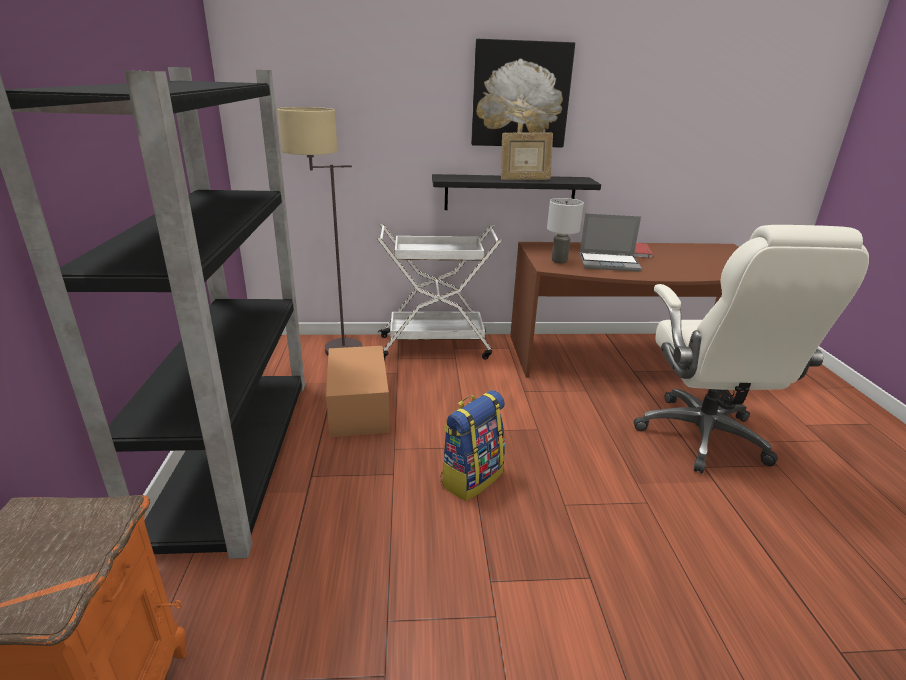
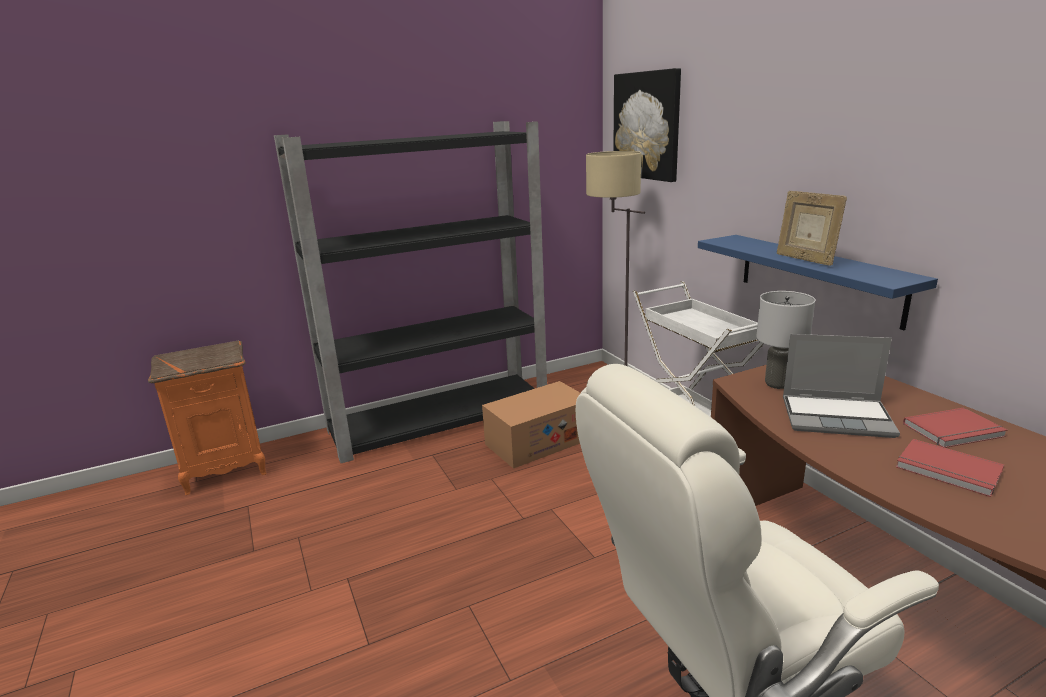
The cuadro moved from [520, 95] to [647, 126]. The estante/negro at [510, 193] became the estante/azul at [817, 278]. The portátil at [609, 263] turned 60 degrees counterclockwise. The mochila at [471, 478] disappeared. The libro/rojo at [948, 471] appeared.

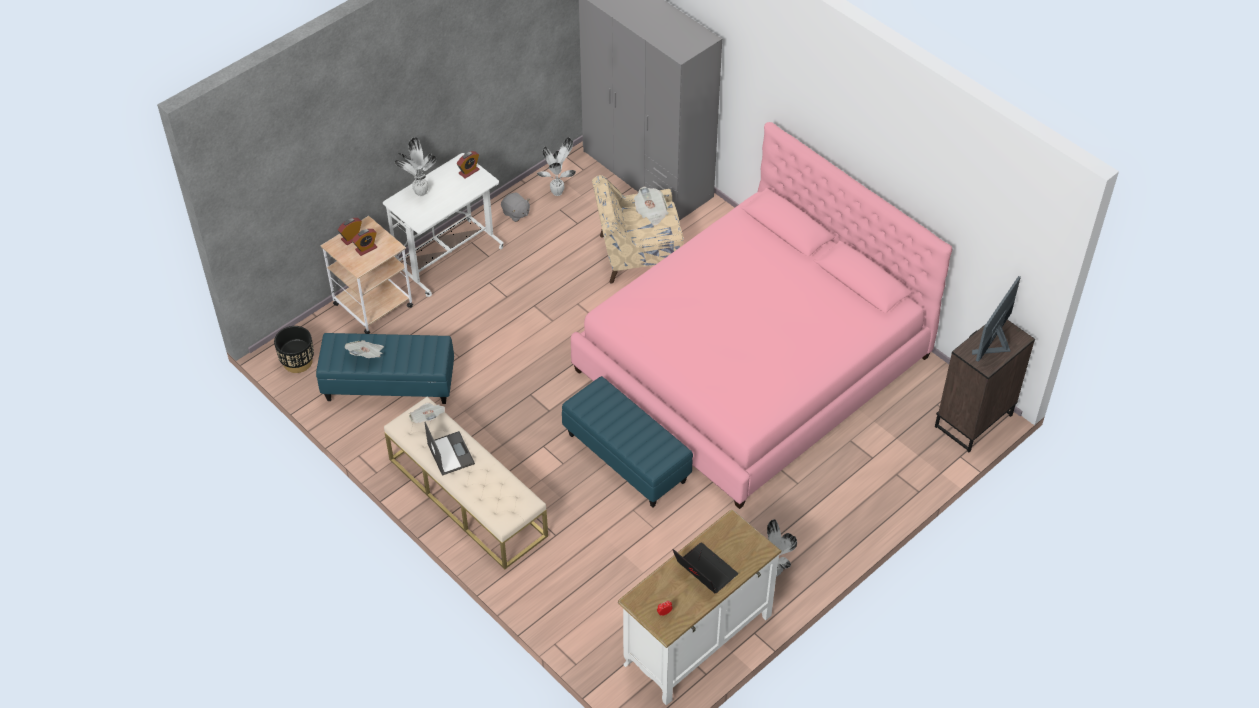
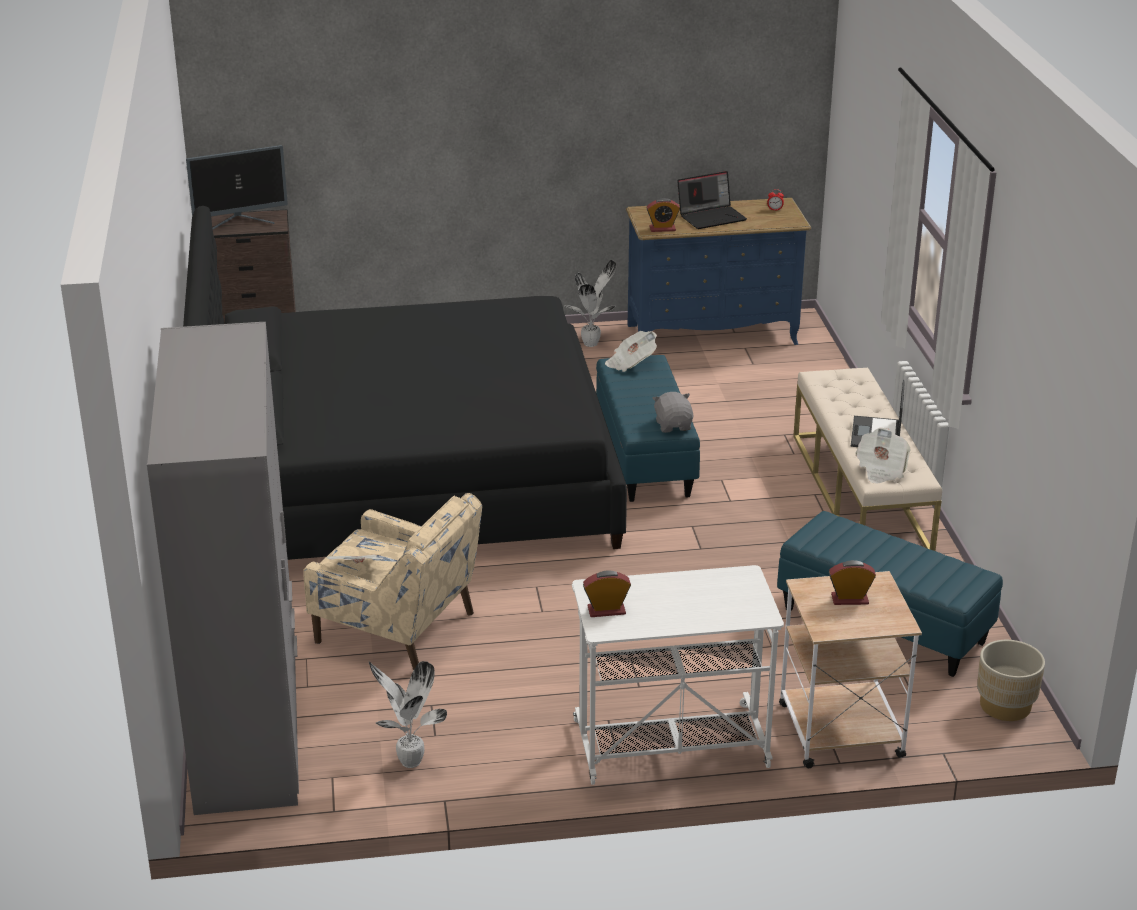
The cama/rosa at [752, 363] became the cama/negro at [405, 475]. The planta en maceta at [420, 193] disappeared. The peluche/gris moved from [516, 213] to [673, 425]. The despertador moved from [352, 238] to [662, 229]. The maceta/negro at [297, 362] became the maceta/beis at [1005, 706]. The periódico moved from [366, 355] to [631, 363]. The cómoda/blanco at [696, 638] became the cómoda/azul at [712, 335]. The portátil at [703, 571] turned 105 degrees counterclockwise.

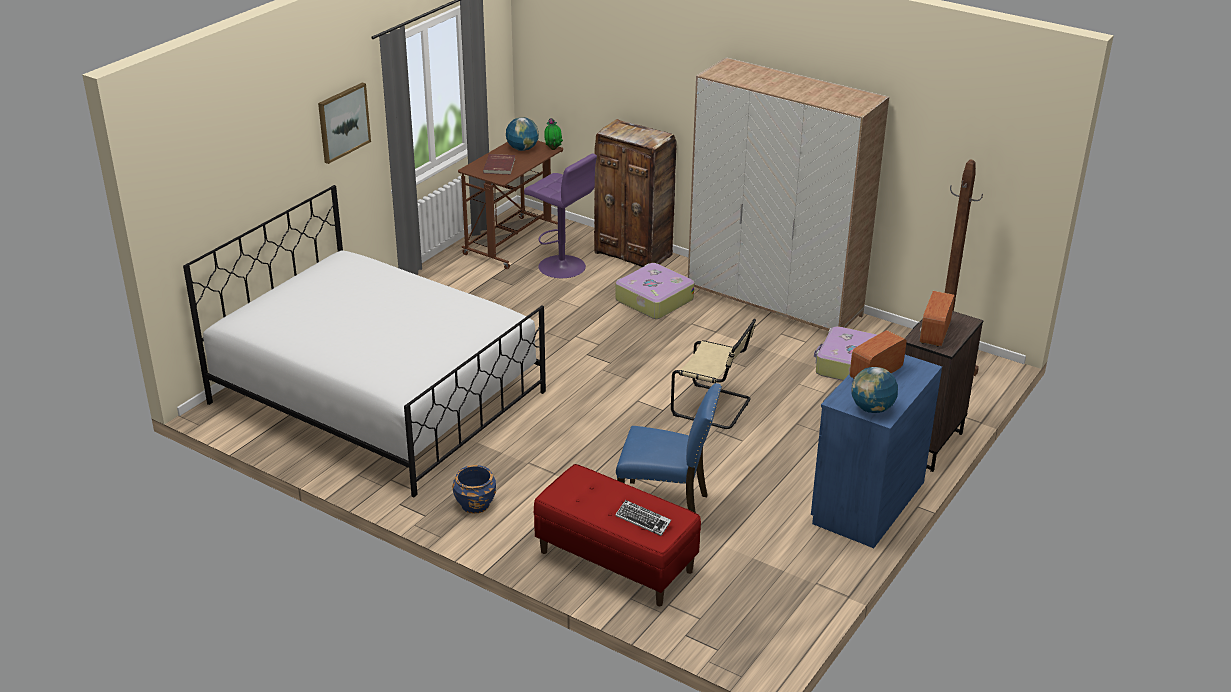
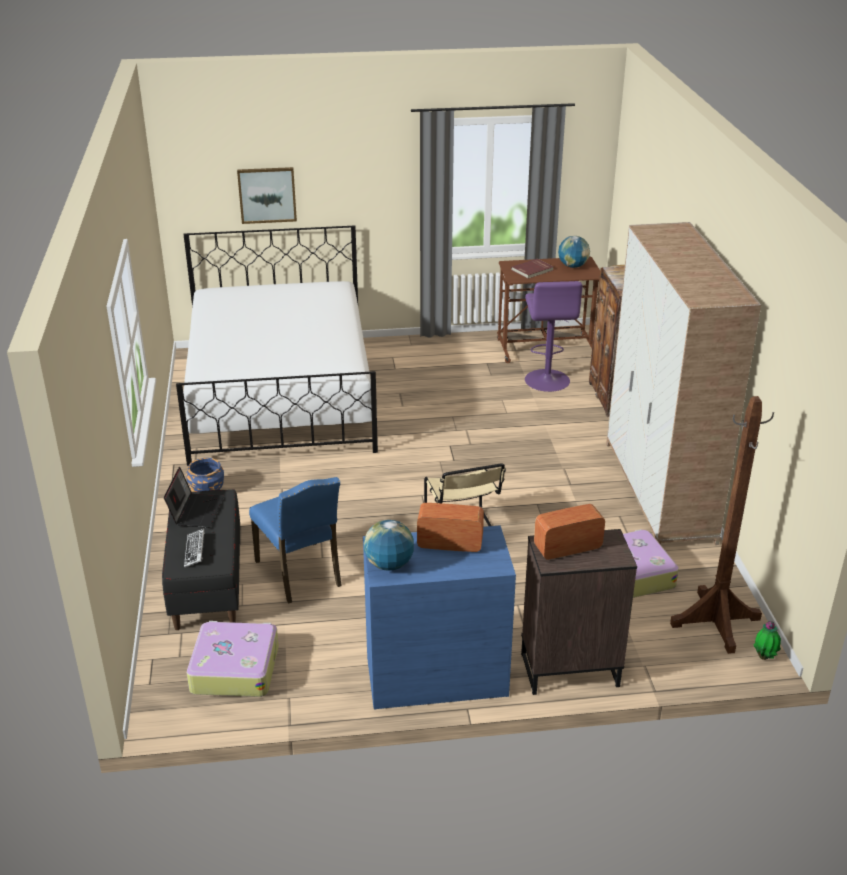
The cuadro moved from [343, 122] to [267, 195]. The planta en maceta moved from [553, 148] to [764, 657]. The maleta moved from [653, 300] to [234, 668]. The banco/rojo at [615, 562] became the banco/negro at [207, 583]. The portátil at [196, 510] appeared.

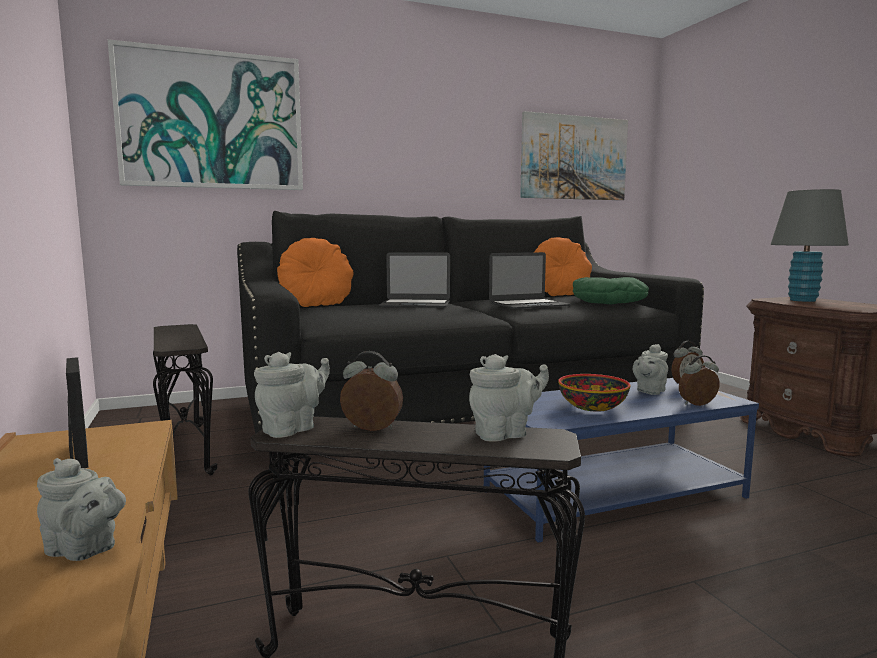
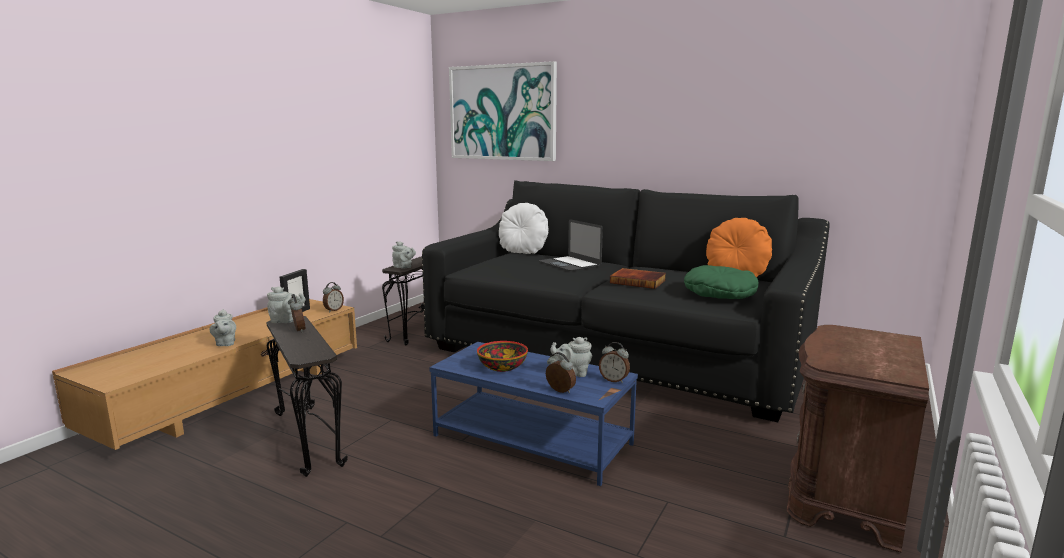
The cuadro at [574, 158] disappeared. The lámpara de mesa/gris at [802, 300] disappeared. The cojín/naranja at [316, 305] became the cojín/blanco at [523, 252]. The portátil at [529, 304] was replaced by the libro at [638, 281]. The tetera/gris moved from [505, 434] to [403, 267]. The despertador at [333, 310] appeared.

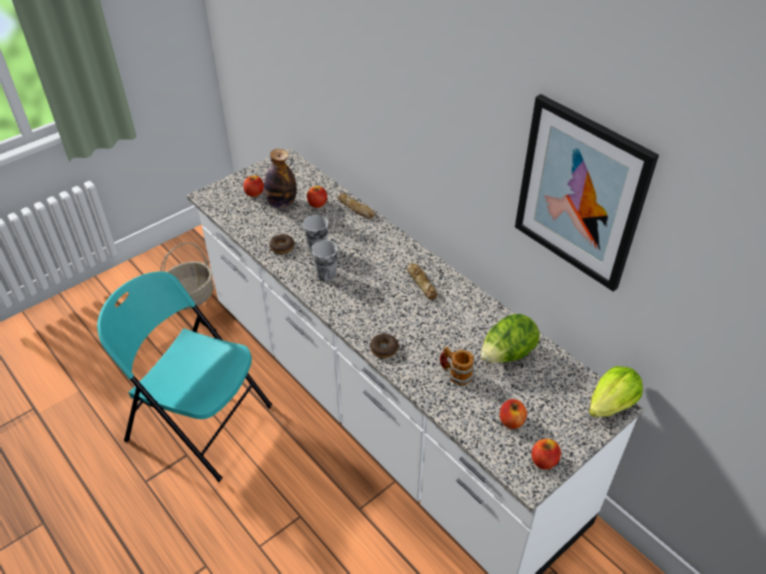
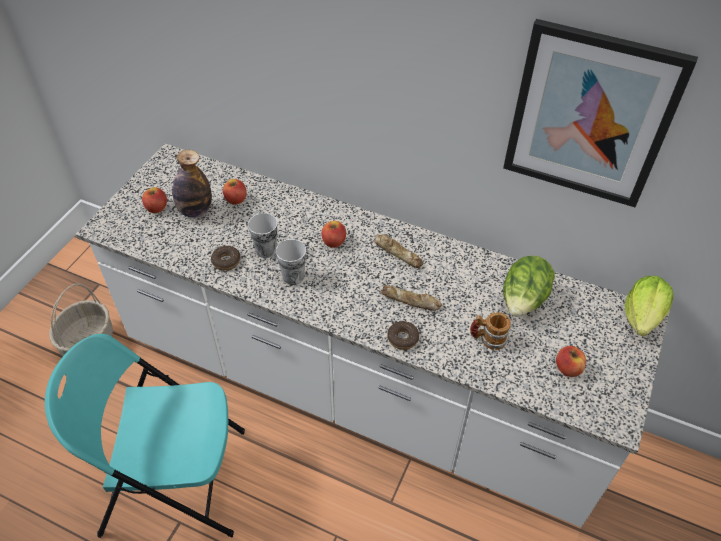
The pan moved from [355, 209] to [411, 301]. The manzana moved from [543, 461] to [334, 241].

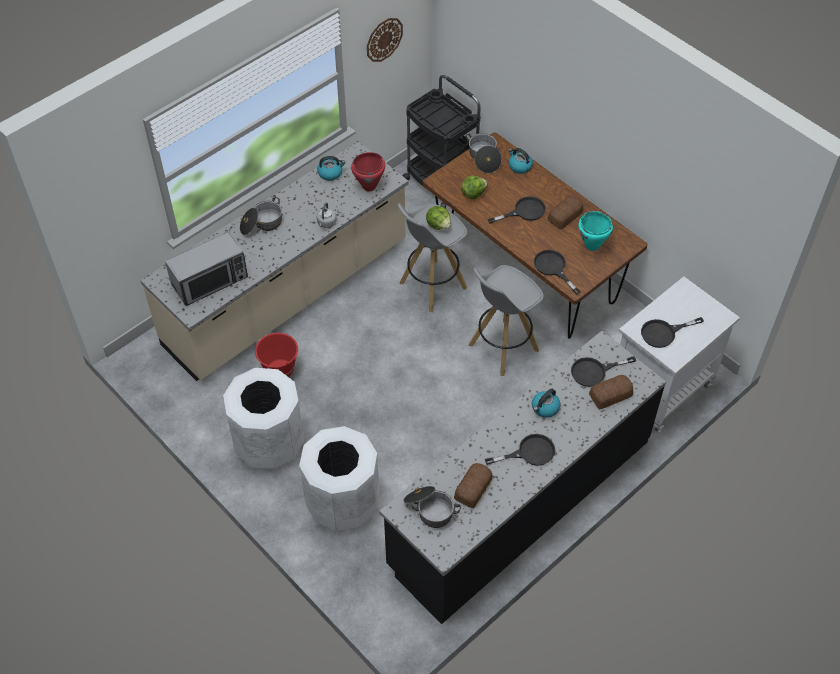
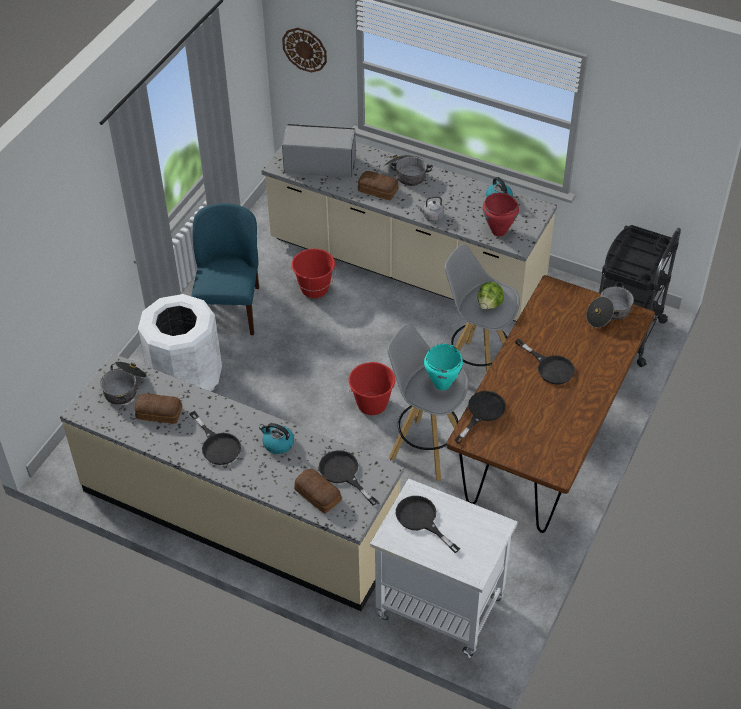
The reloj de pared moved from [384, 39] to [305, 49]. The hervidor at [519, 166] disappeared. The lechuga at [473, 193] disappeared. The pan moved from [566, 216] to [378, 191]. The olla/turquesa moved from [592, 246] to [441, 384]. The microondas at [210, 281] turned 150 degrees clockwise. The mueble bajo de cocina/negro at [520, 502] became the mueble bajo de cocina/beis at [239, 516]. The papelera/blanco at [269, 444] was replaced by the silla/azul at [230, 309]. The cubo/rojo at [372, 404] appeared.

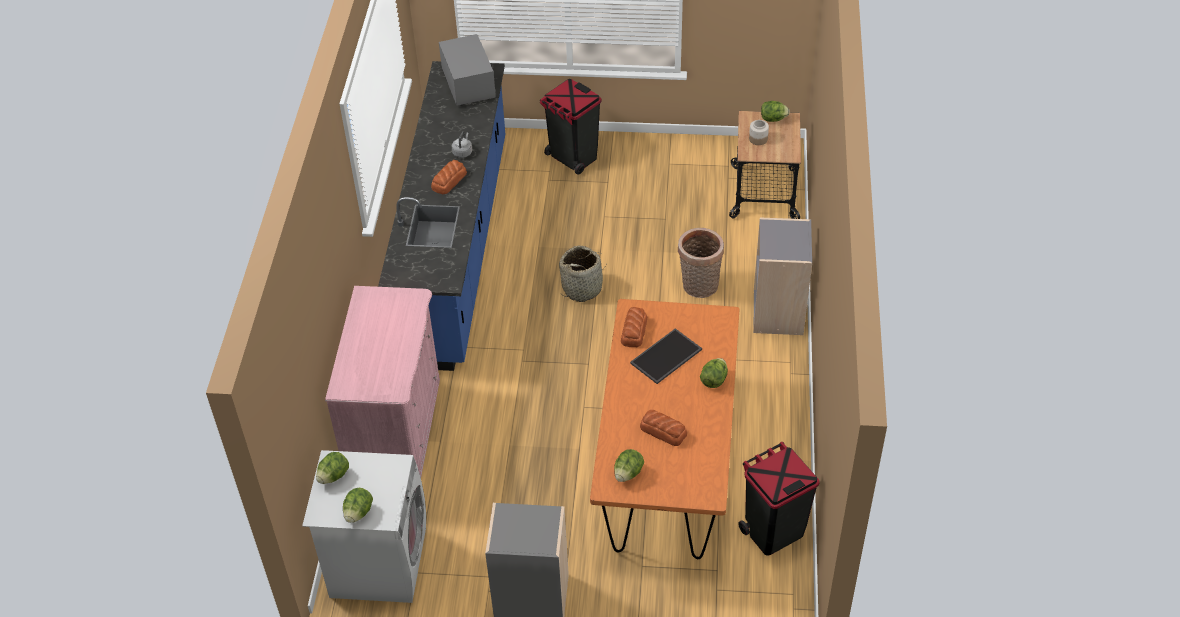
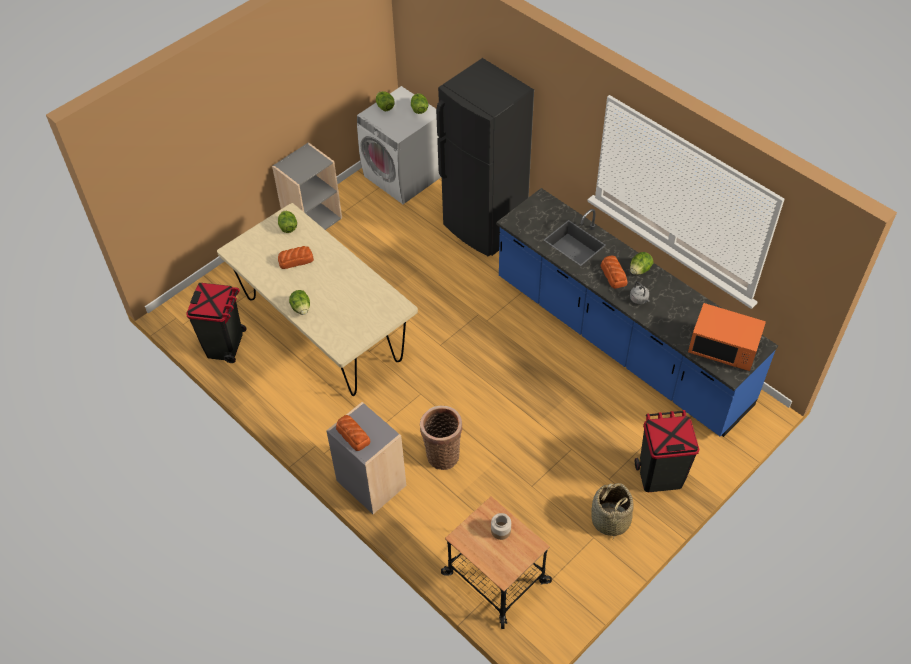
The microondas/gris at [468, 85] became the microondas/naranja at [723, 348]. The lechuga moved from [773, 119] to [639, 270]. The cesta moved from [582, 288] to [610, 520]. The cómoda/rosa at [396, 431] was replaced by the nevera/negro at [484, 228]. The mesa de comedor/naranja at [665, 463] became the mesa de comedor/beis at [325, 330]. The pan moved from [633, 331] to [353, 434]. The bandeja at [666, 357] disappeared.

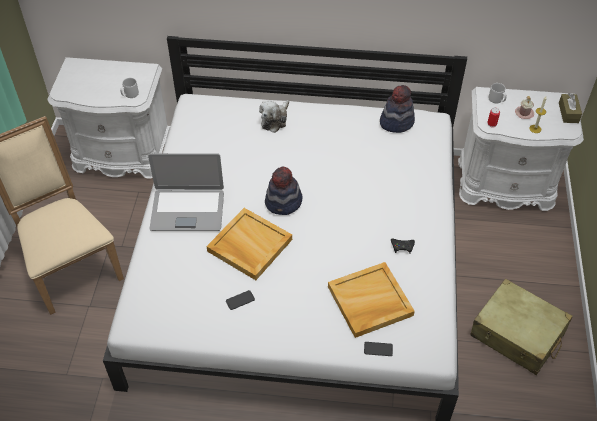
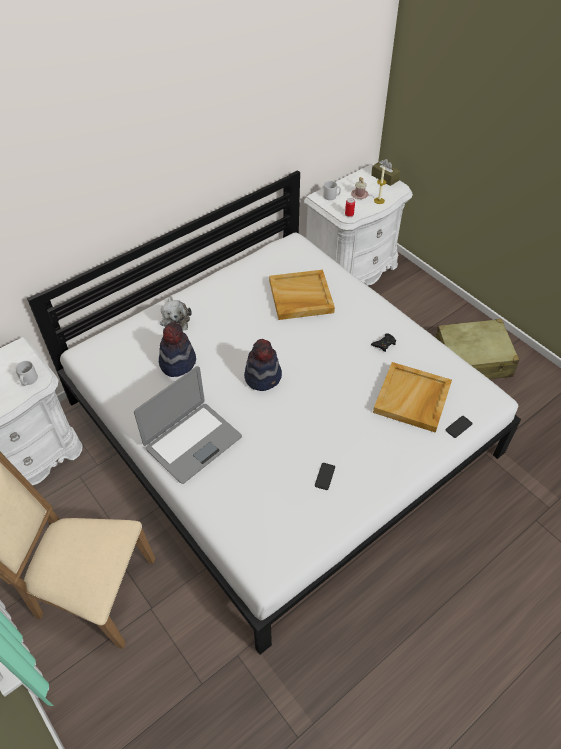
The sombrero moved from [396, 122] to [177, 362]. The bandeja/beis moved from [249, 245] to [300, 297].

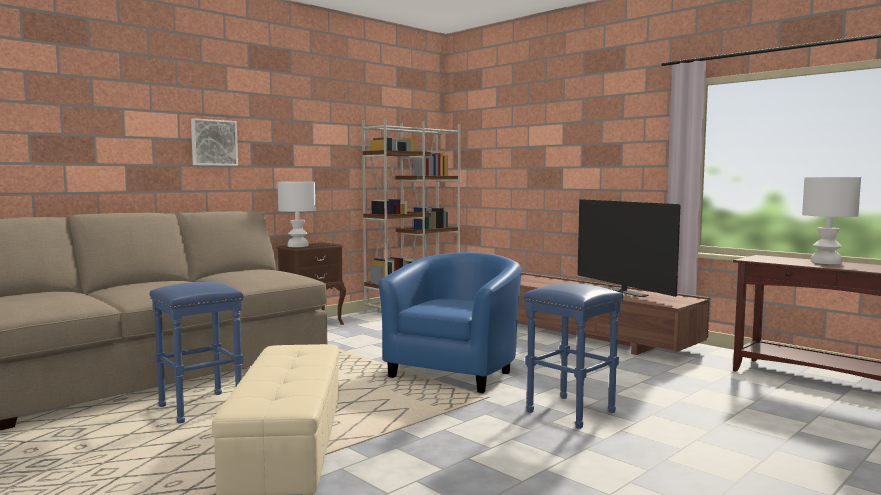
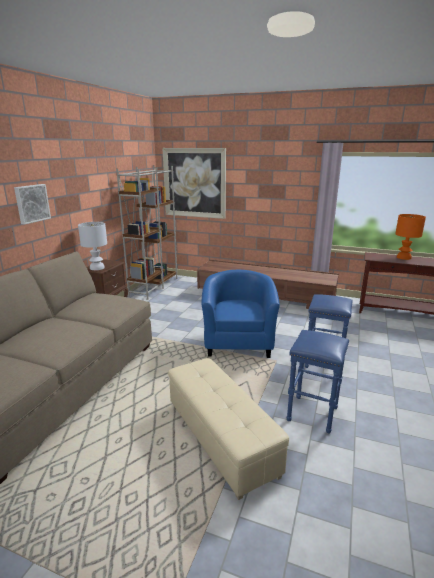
The lámpara de mesa/blanco at [827, 262] became the lámpara de mesa/naranja at [404, 257]. The televisor at [623, 291] disappeared. The taburete/azul moved from [202, 408] to [313, 413]. The cuadro at [194, 183] appeared.

